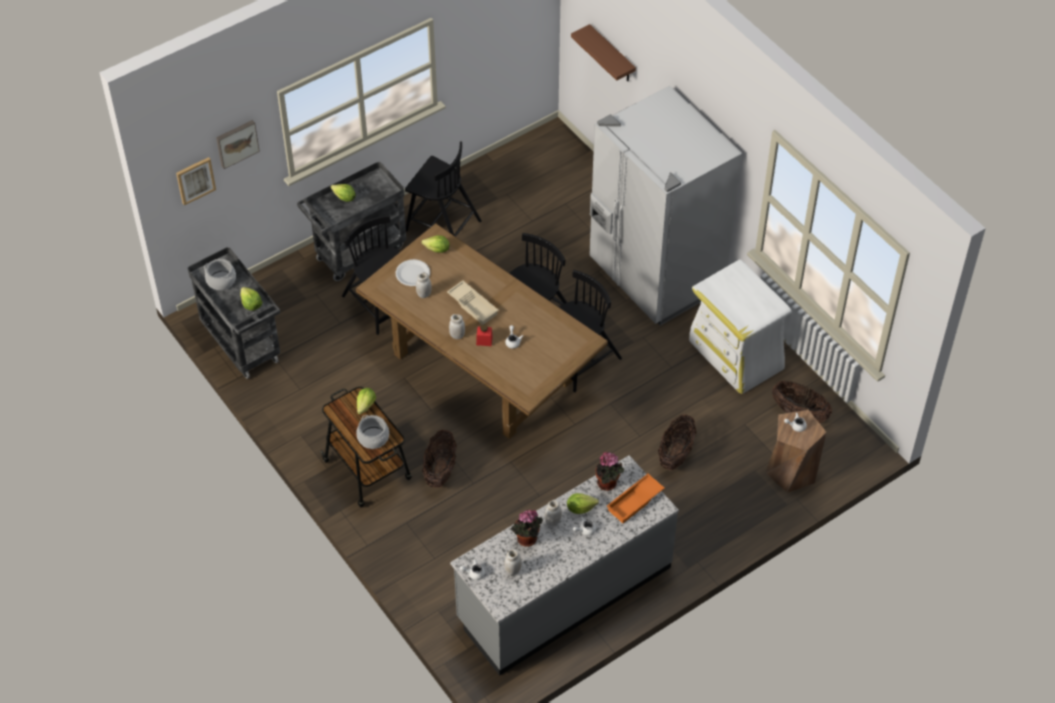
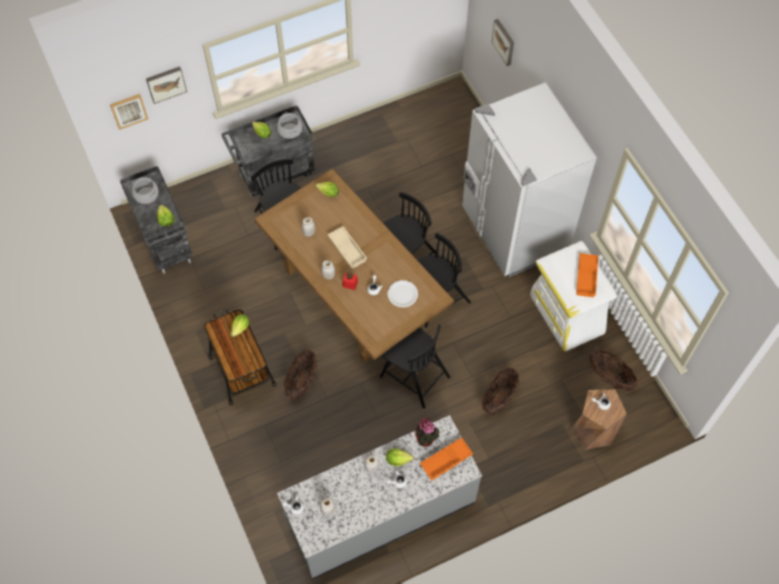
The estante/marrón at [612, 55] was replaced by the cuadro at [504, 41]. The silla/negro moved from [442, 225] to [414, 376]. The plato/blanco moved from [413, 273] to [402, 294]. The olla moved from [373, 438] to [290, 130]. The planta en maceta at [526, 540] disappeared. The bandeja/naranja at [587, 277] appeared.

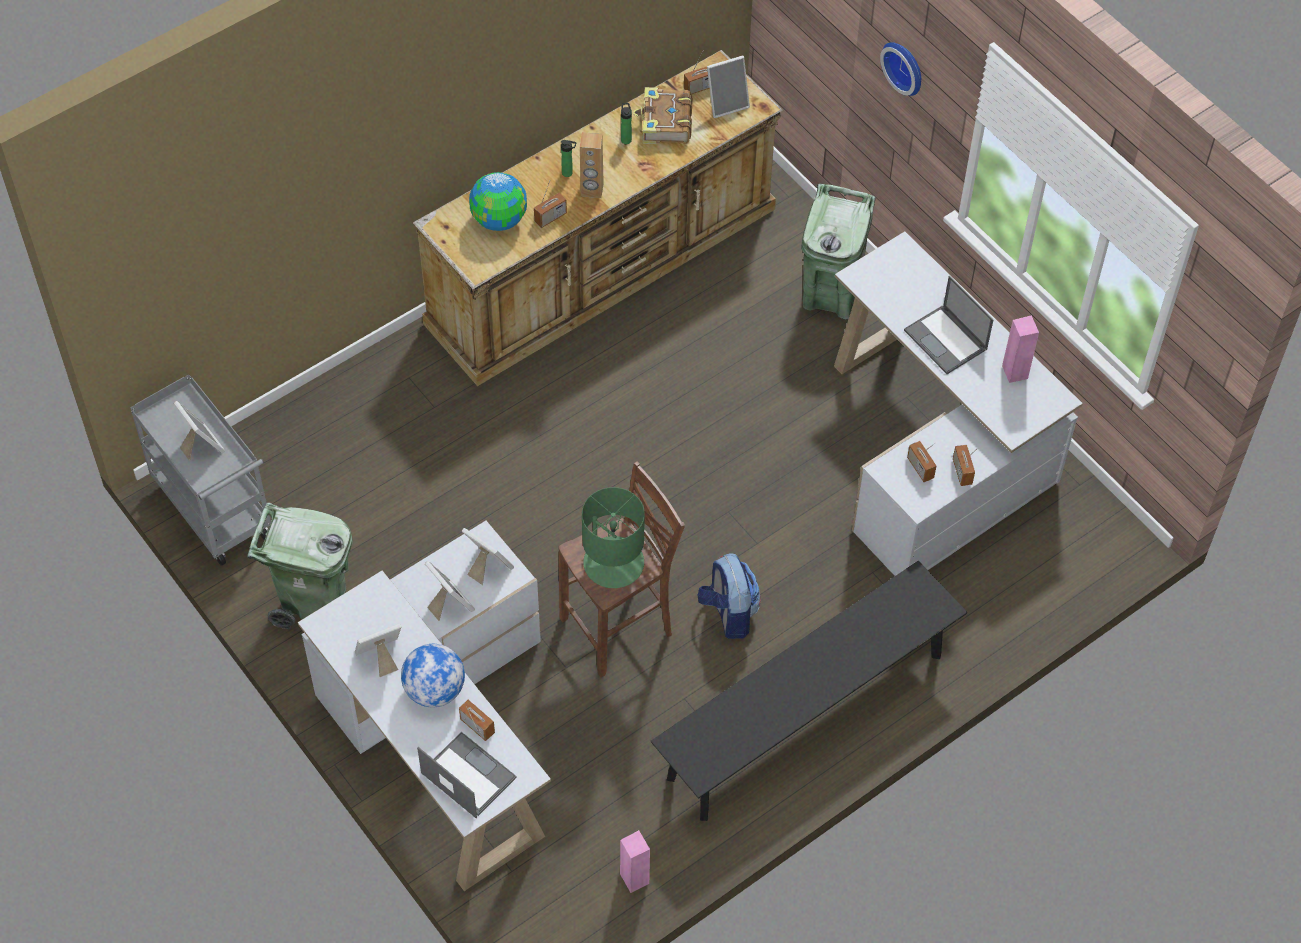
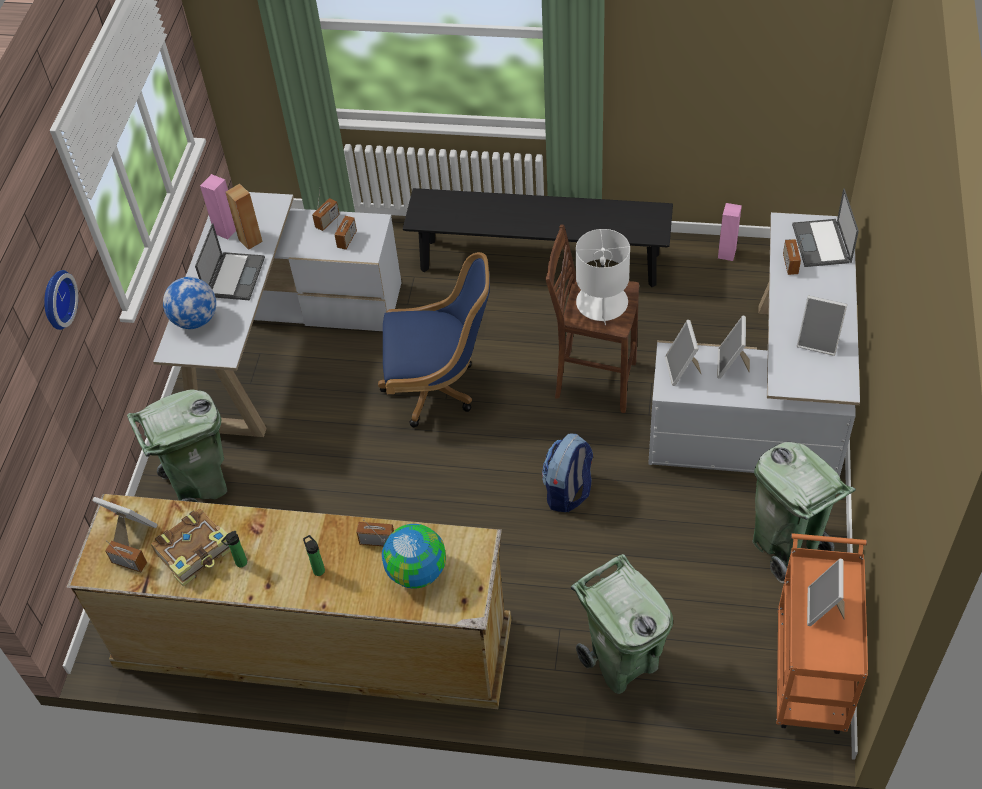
The altavoz/marrón moved from [592, 190] to [250, 240]. The carrito/gris at [215, 514] became the carrito/naranja at [809, 673]. The lámpara de mesa/verde at [613, 562] became the lámpara de mesa/blanco at [602, 303]. The mochila moved from [728, 613] to [568, 492]. The globo terráqueo moved from [434, 690] to [195, 320]. The silla de oficina/azul at [439, 388] appeared. The papelera/verde at [622, 663] appeared.

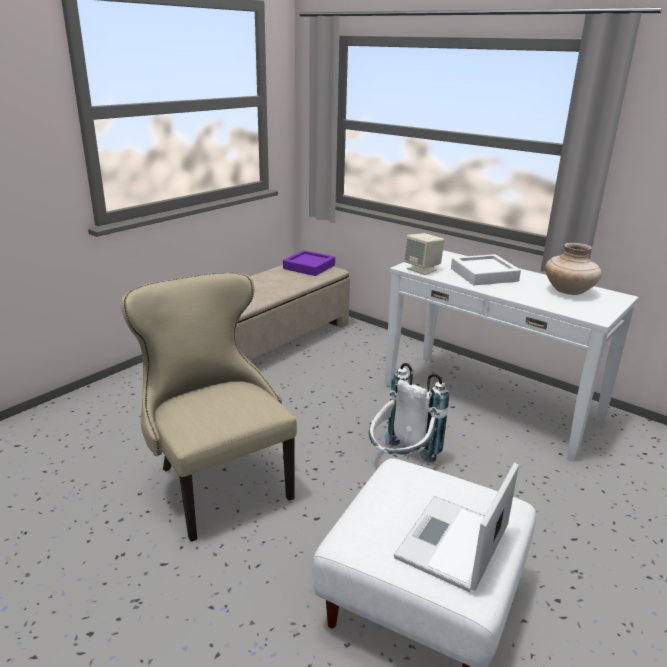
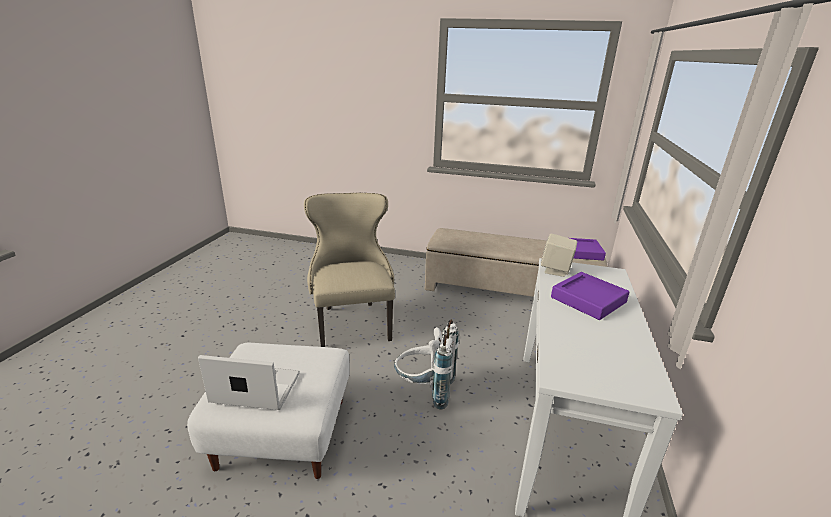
The florero/beis at [569, 291] disappeared. The bandeja/blanco at [484, 275] became the bandeja/morado at [588, 300]. The silla/beis at [217, 482] turned 45 degrees counterclockwise.

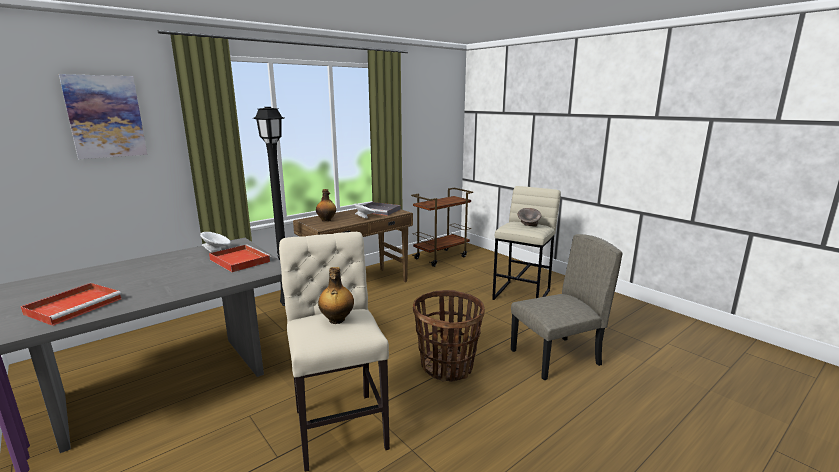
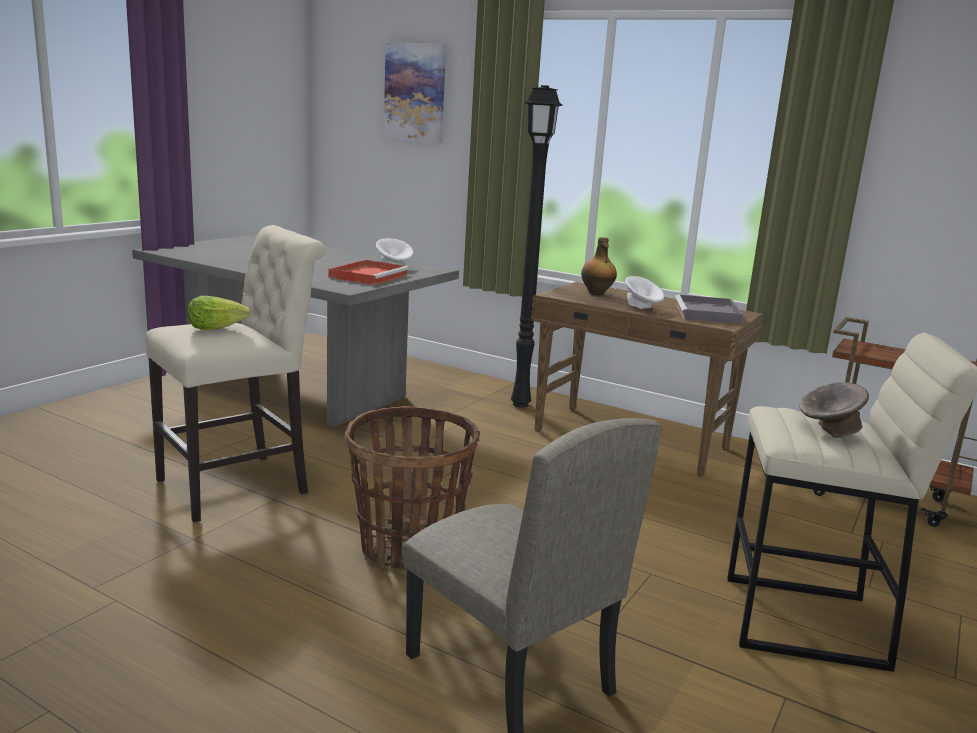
The botella at [336, 320] was replaced by the lechuga at [216, 328]. The bandeja/rojo at [75, 305] disappeared.

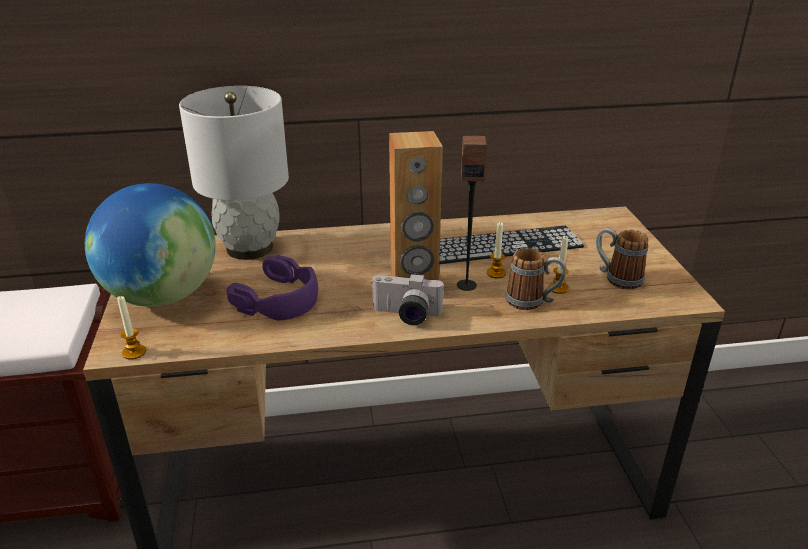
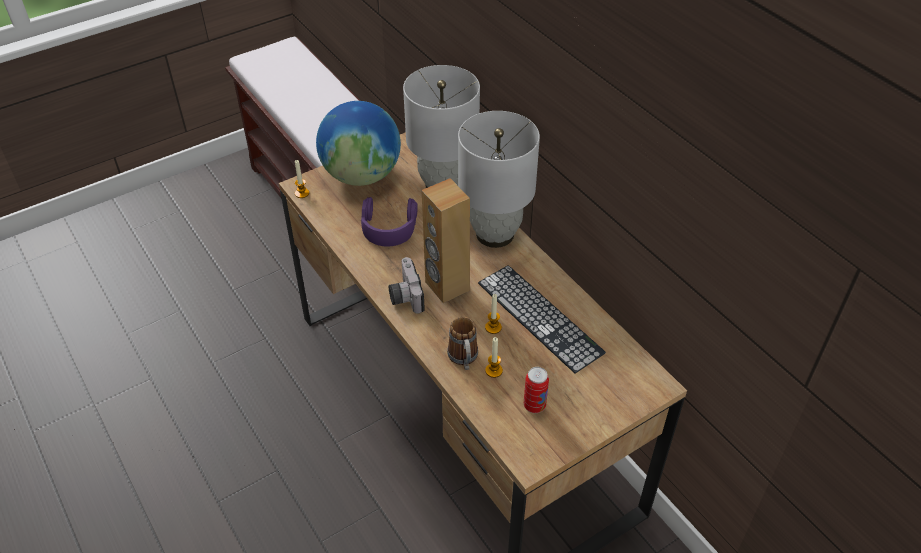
The altavoz at [466, 285] disappeared. The taza grande at [616, 278] was replaced by the lata at [534, 405]. The lámpara de mesa/blanco at [495, 234] appeared.

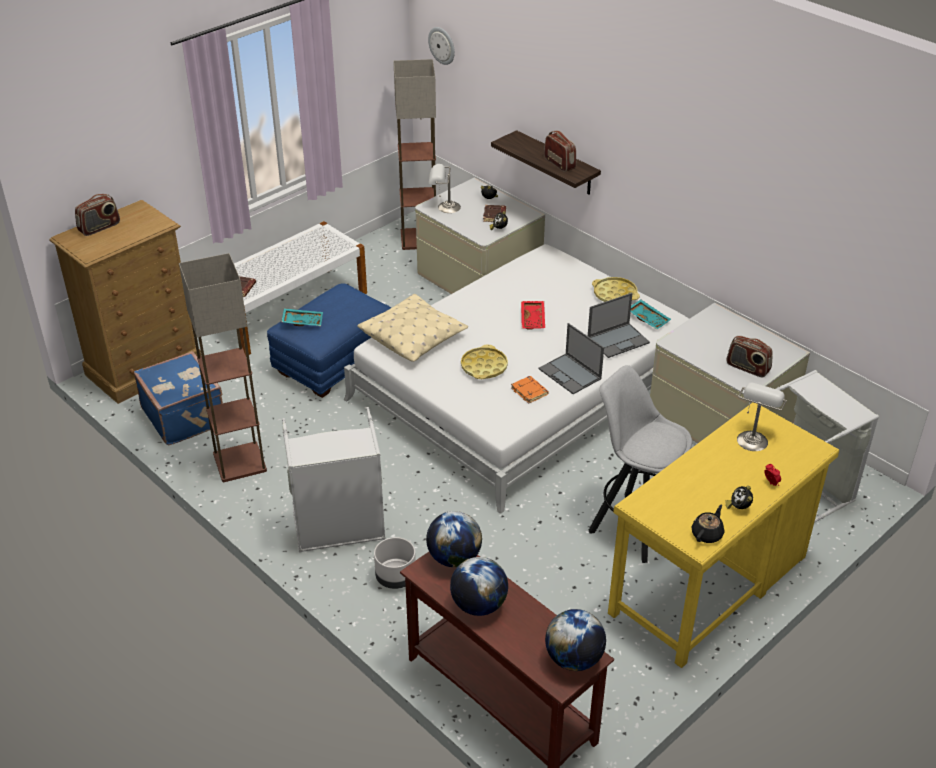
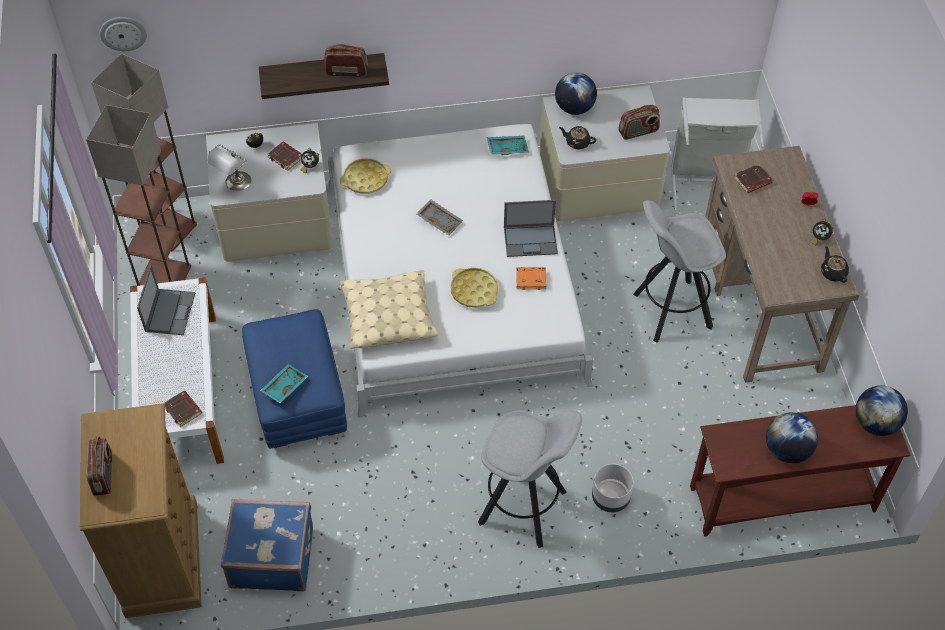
The lámpara de pie moved from [240, 462] to [163, 277]. The bandeja/amarillo moved from [615, 294] to [365, 179]. The portátil moved from [618, 340] to [170, 311]. The bandeja/rojo at [533, 319] became the bandeja/gris at [440, 220]. The lámpara de mesa/blanco at [753, 436] was replaced by the libro/marrón at [752, 181]. The escritorio/amarillo at [709, 585] became the escritorio/marrón at [761, 305]. The cesto de la ropa/gris at [339, 529] was replaced by the taburete/gris at [525, 508]. The globo terráqueo moved from [454, 558] to [574, 108]. The tetera/negro at [577, 143] appeared.

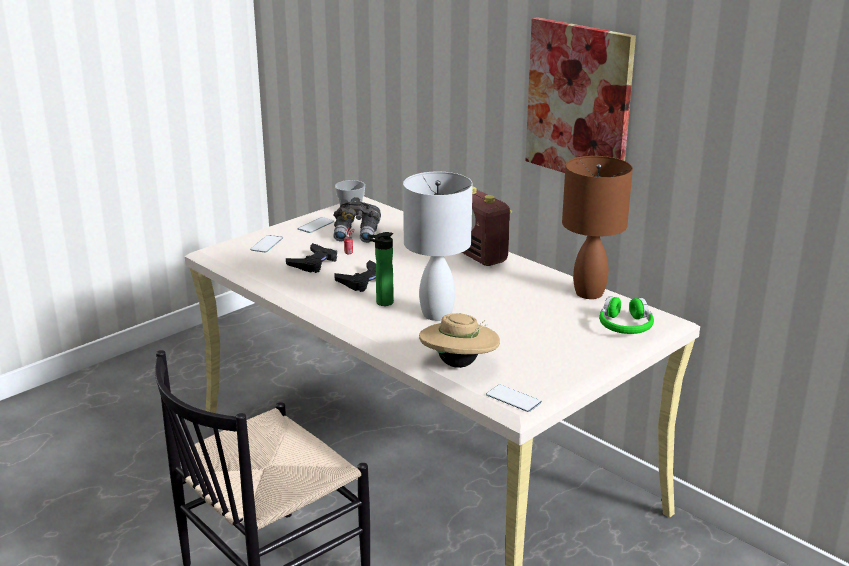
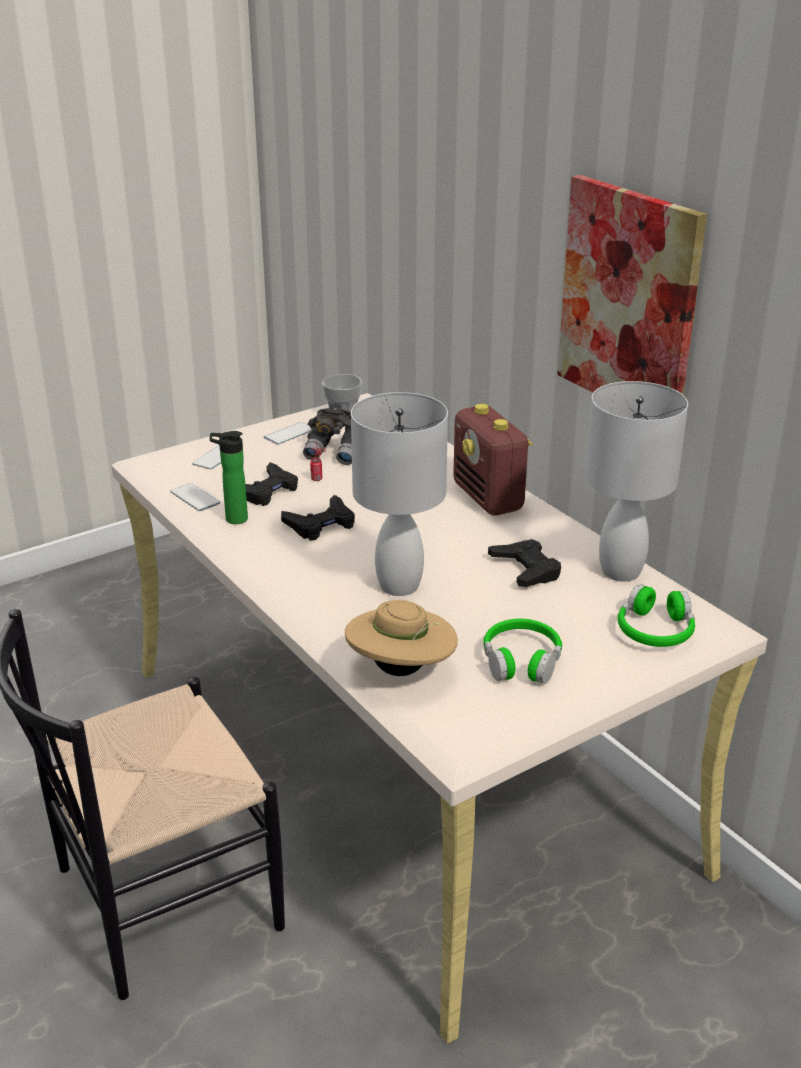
The lámpara de mesa/marrón at [589, 292] became the lámpara de mesa/blanco at [621, 570]. The botella moved from [382, 302] to [233, 519]. The móvil moved from [513, 399] to [195, 498]. The mando de consola/negro at [526, 569] appeared. The auriculares/verde at [521, 661] appeared.

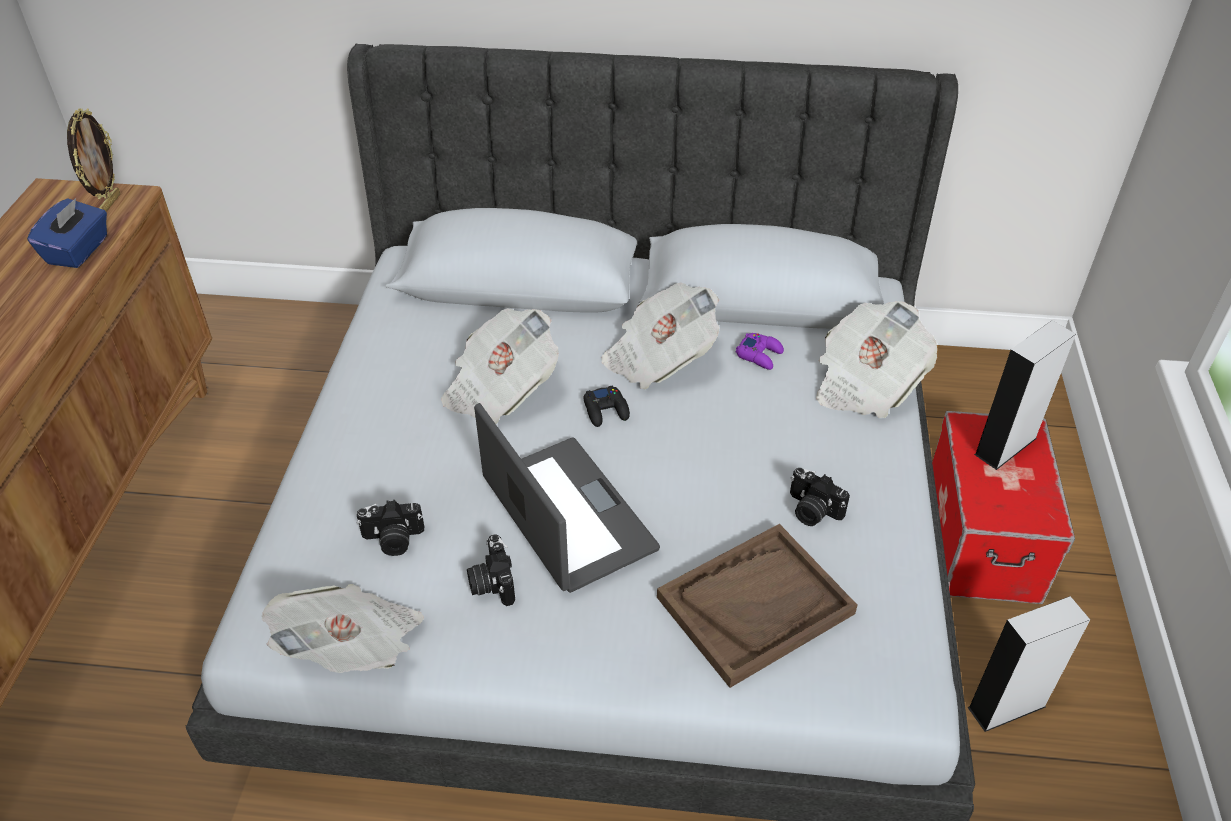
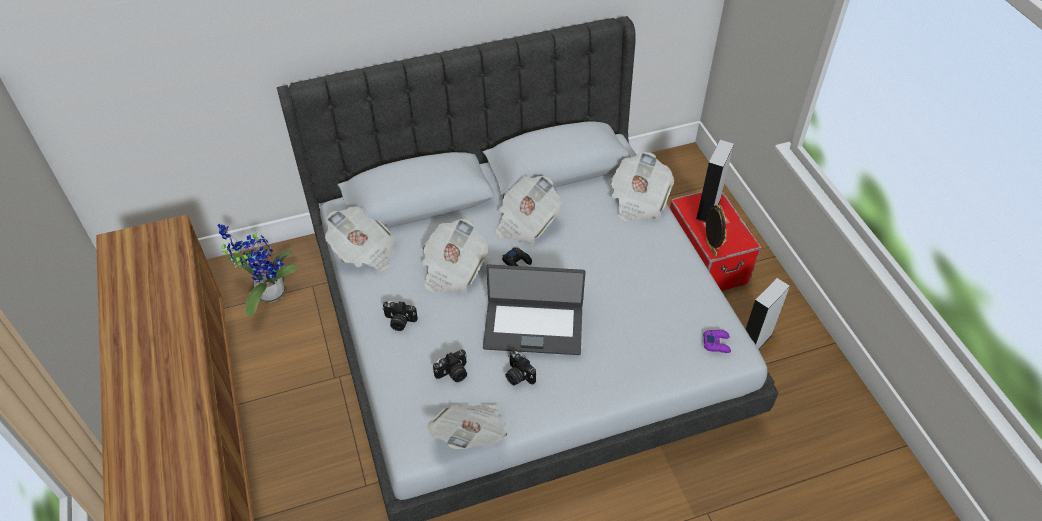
The portarretratos moved from [109, 203] to [710, 248]. The caja de pañuelos/azul at [79, 251] disappeared. The mando de consola/morado moved from [759, 355] to [716, 343]. The portátil at [566, 515] turned 150 degrees clockwise. The cámara moved from [811, 511] to [399, 321]. The bandeja/marrón at [755, 605] disappeared. The periódico at [364, 252] appeared. The planta en maceta at [267, 293] appeared.

